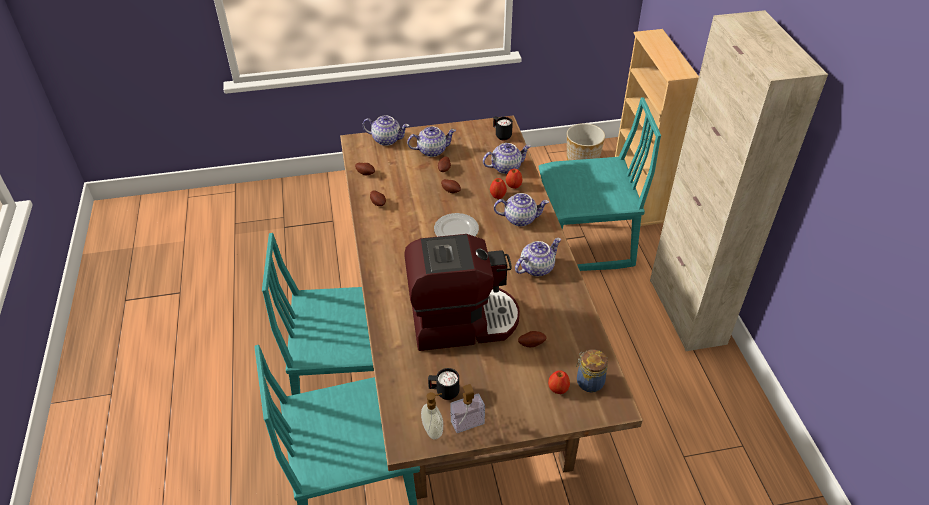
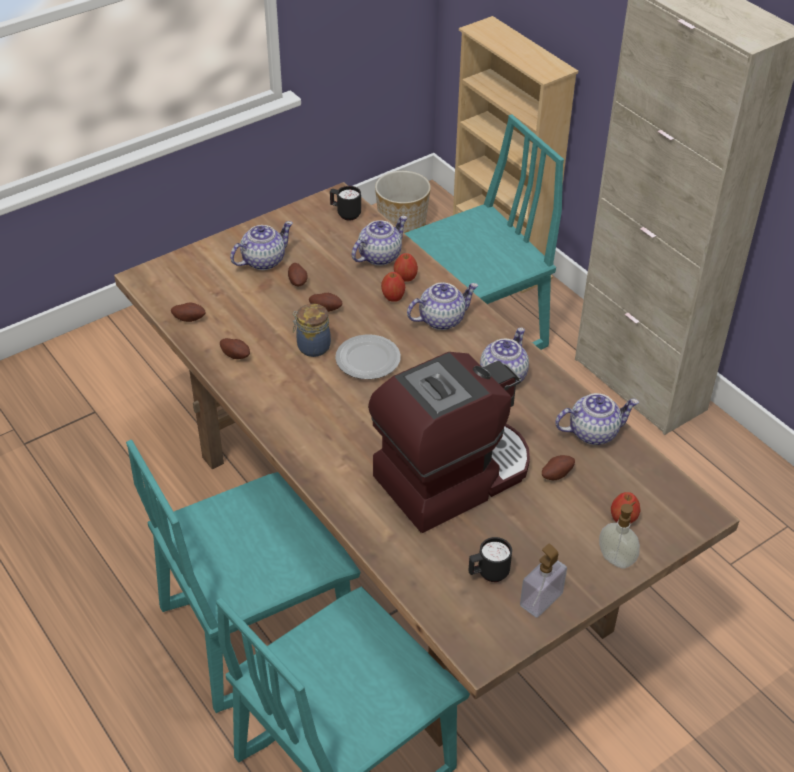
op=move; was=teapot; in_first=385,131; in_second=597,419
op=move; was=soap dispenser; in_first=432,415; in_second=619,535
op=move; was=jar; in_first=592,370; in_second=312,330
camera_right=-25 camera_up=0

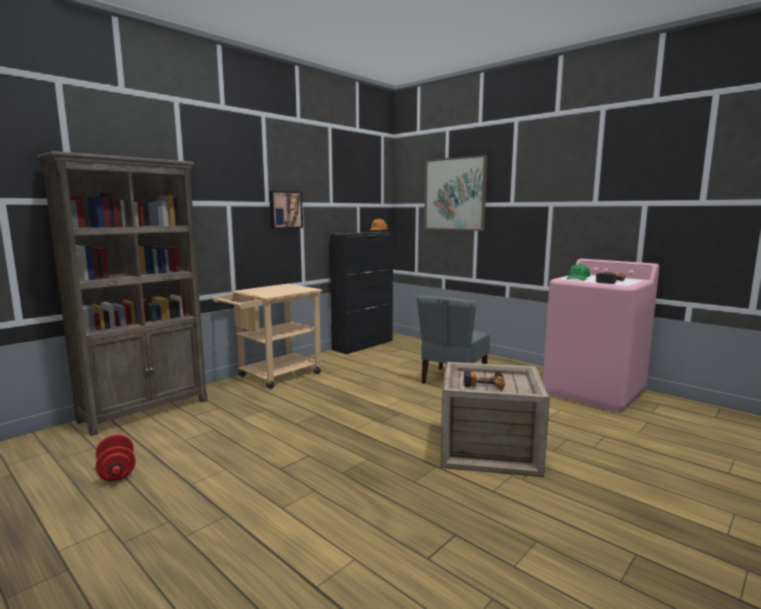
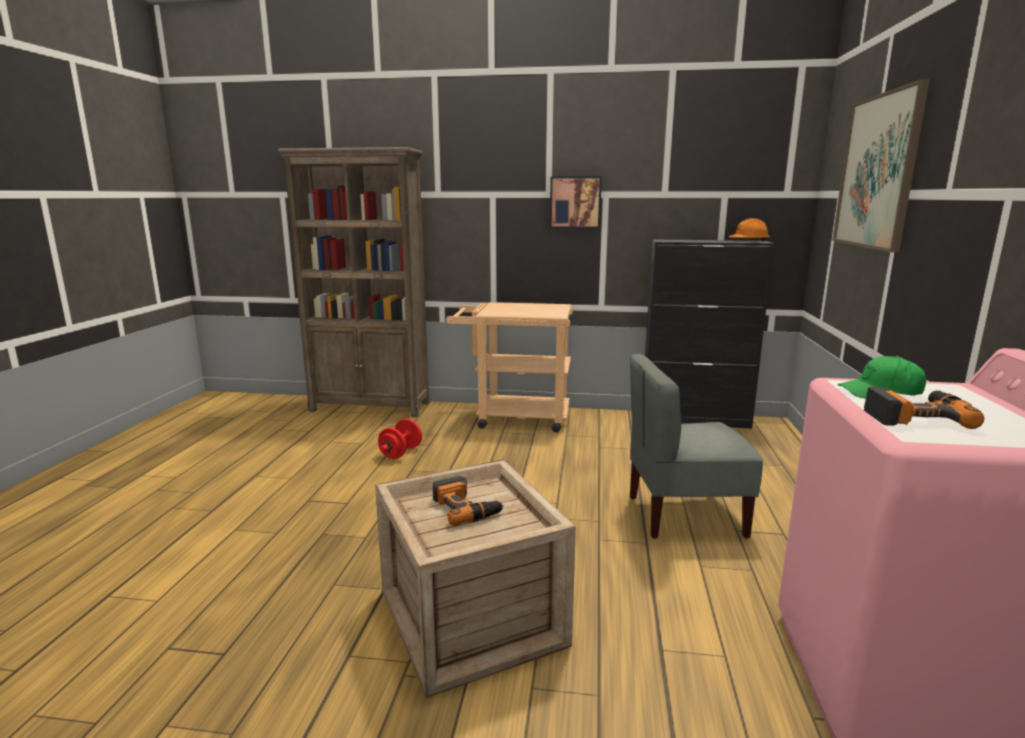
op=move; was=red dumbbell; in_first=116,457; in_second=400,438
camera_right=55 camera_up=5

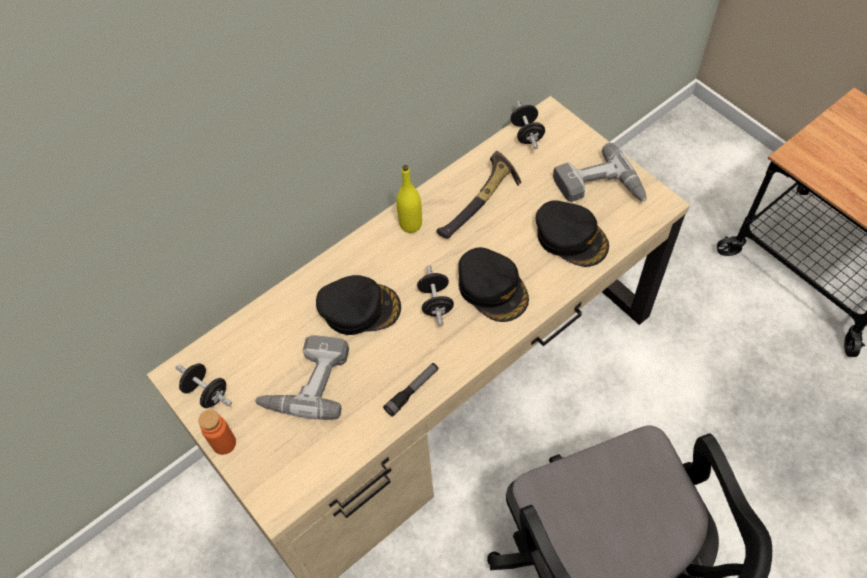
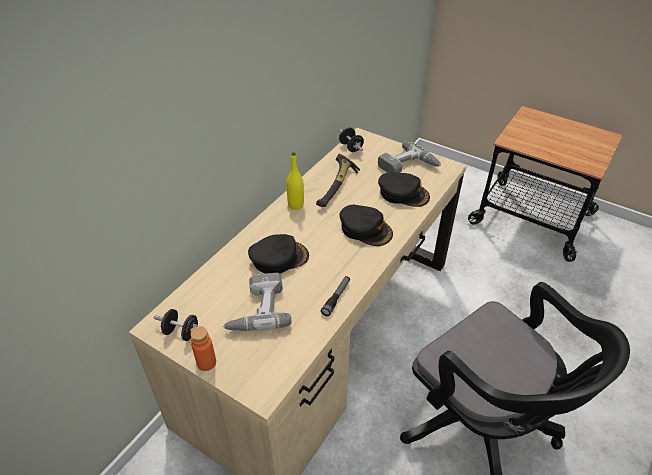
op=delete; was=black dumbbell; in_first=435,295
camera_right=-20 camera_up=-15

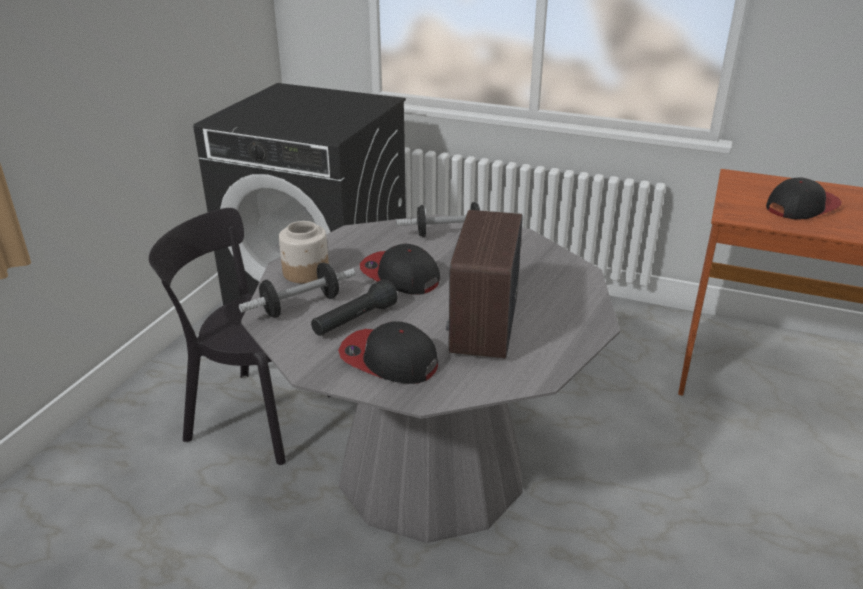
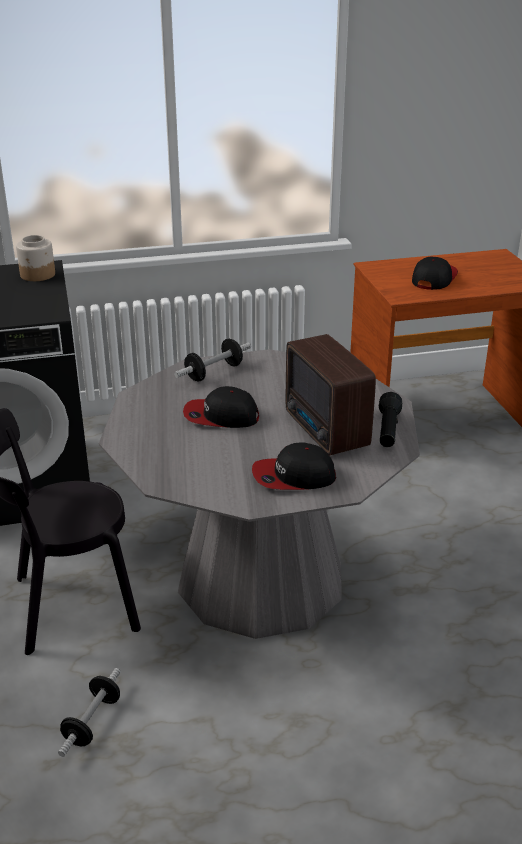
op=move; was=dumbbell; in_first=297,290; in_second=89,712
op=move; was=jar; in_first=304,252; in_second=35,258
op=move; was=black flashlight; in_first=354,307; in_second=390,419
camera_right=-35 camera_up=0

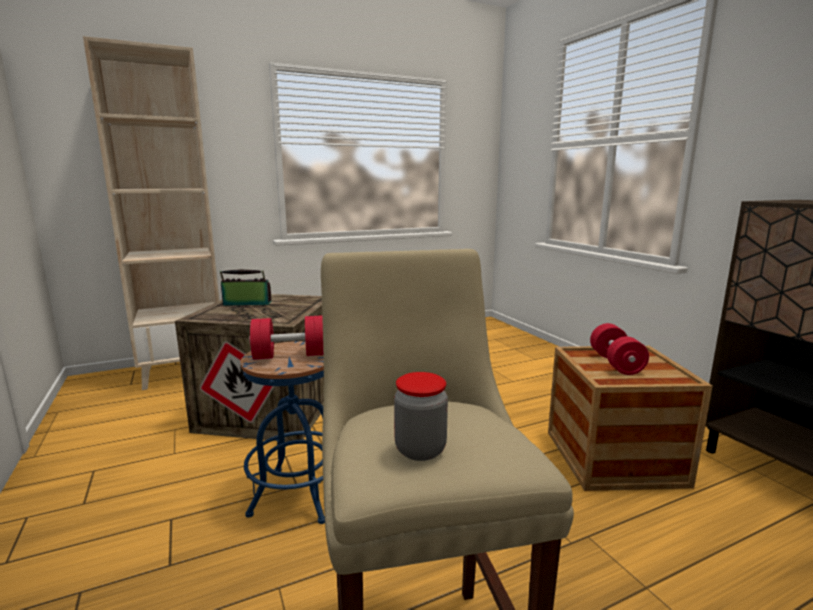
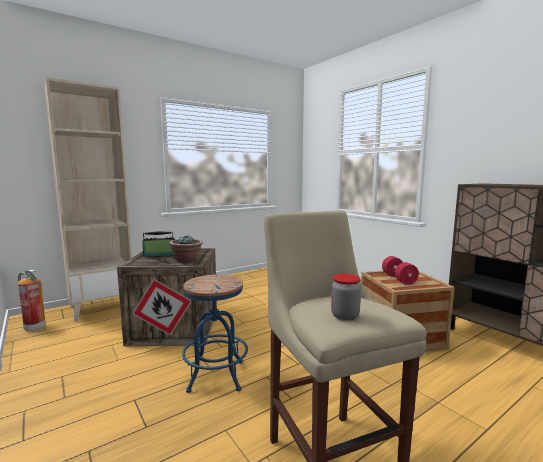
op=delete; was=red dumbbell; in_first=286,337
op=insert; now=fire extinguisher; in_second=32,300
op=insert; now=potted plant; in_second=186,250
camera_right=-10 camera_up=-5

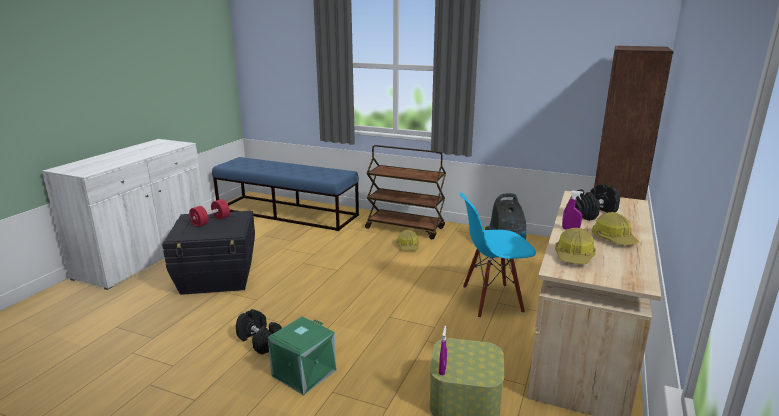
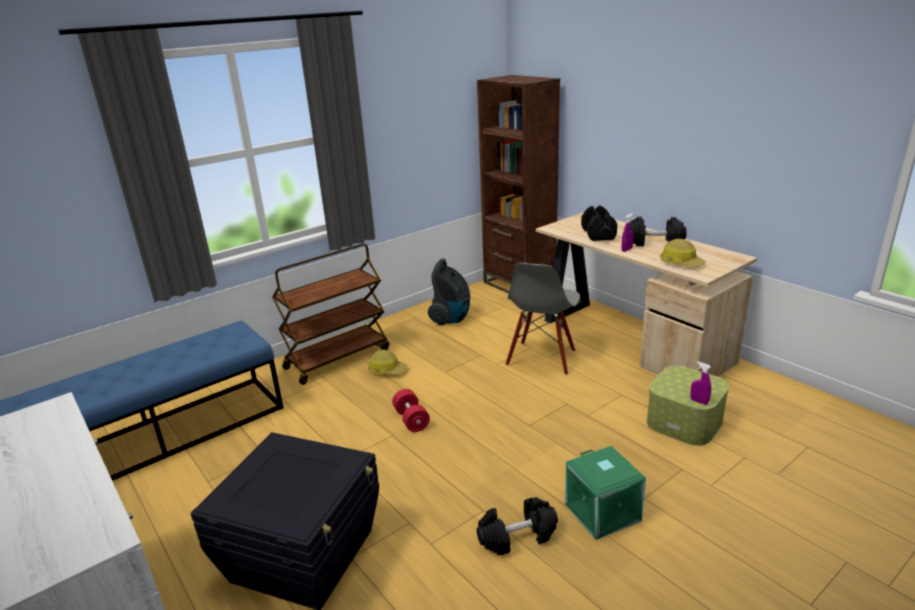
op=move; was=red dumbbell; in_first=209,213; in_second=411,410
op=replace; was=hard hat; now=black dumbbell; in_first=615,228; in_second=658,231
op=recolor; was=blue chair; now=grey chair; in_first=498,255; in_second=543,319
camera_right=-60 camera_up=5

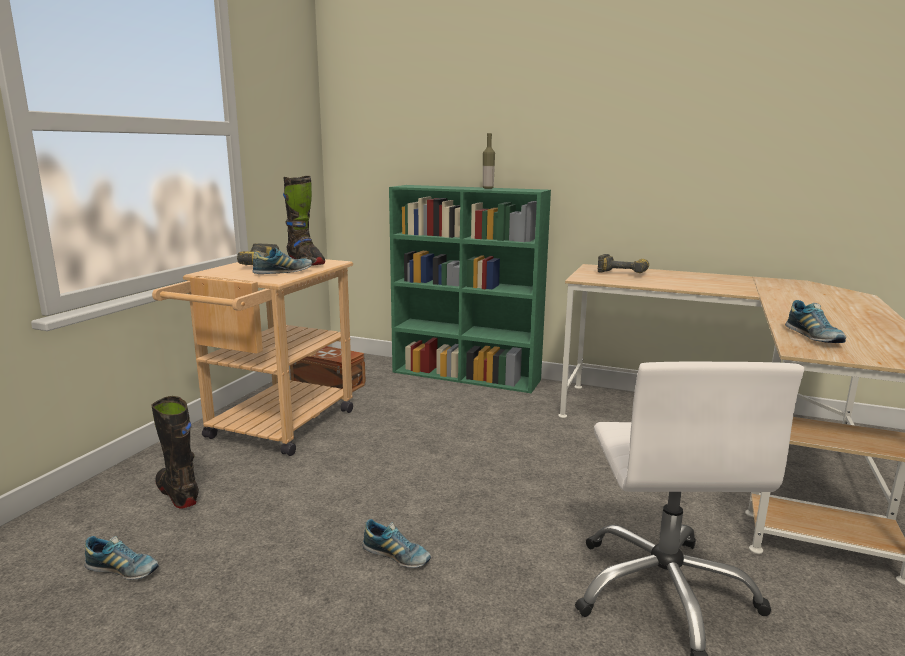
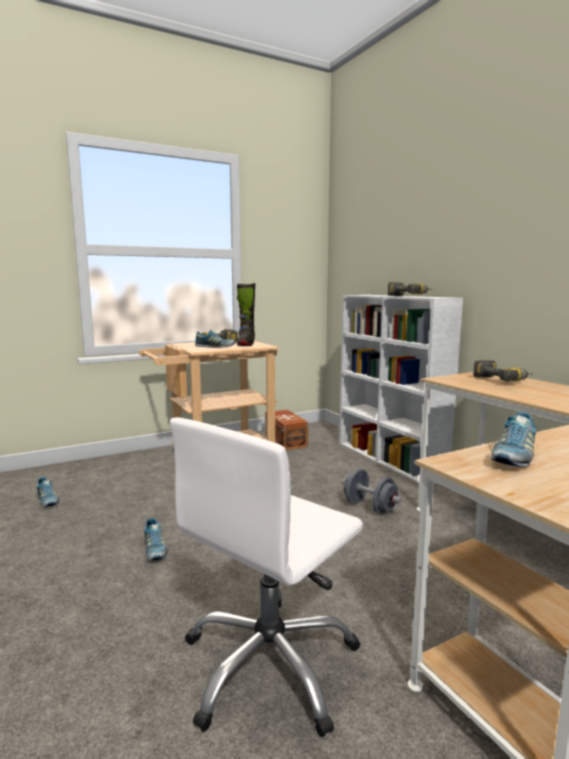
op=delete; was=black boot; in_first=175,452
op=insert; now=grey dumbbell; in_second=372,491
op=replace; was=bottle; now=power drill; in_first=489,161; in_second=409,289
op=recolor; was=green bookcase; now=white bookcase; in_first=470,289; in_second=401,389
camera_right=40 camera_up=-5

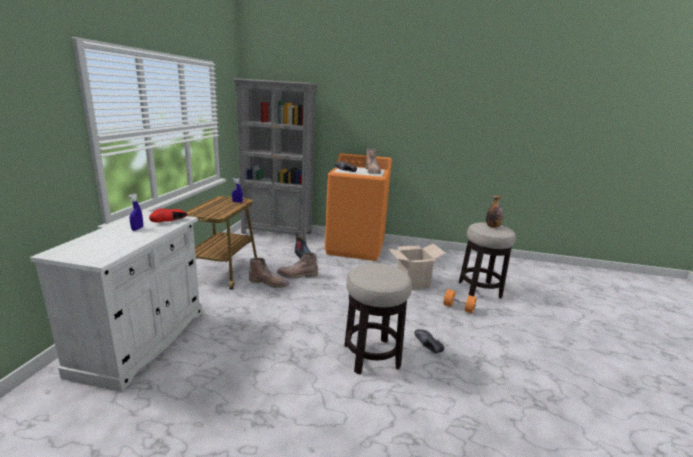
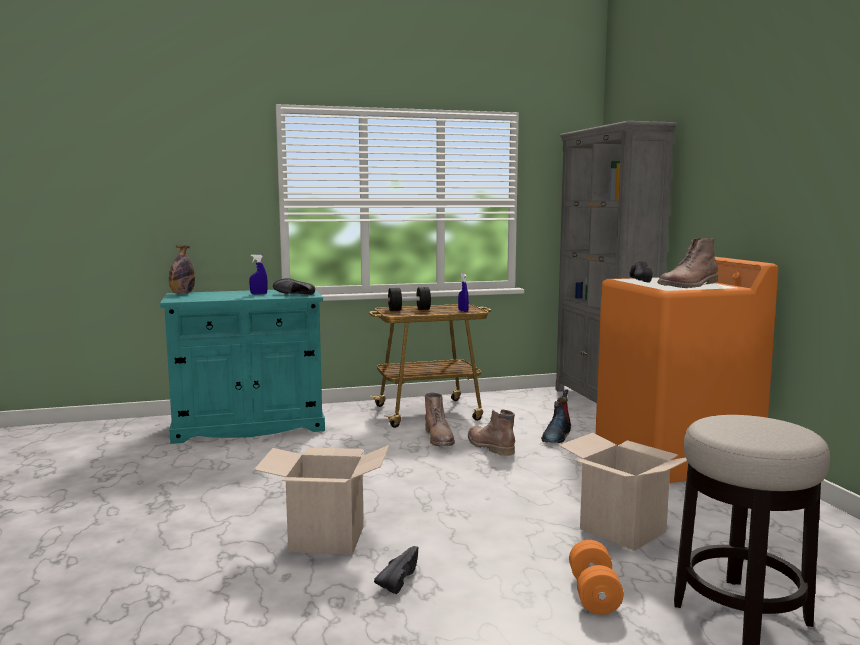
op=insert; now=black dumbbell; in_second=409,299
op=move; was=bottle; in_first=494,212; in_second=182,269
op=replace; was=stool; now=cardboard box; in_first=378,318; in_second=322,500
op=recolor; was=white cabinet; now=turquoise cabinet; in_first=116,301; in_second=242,366
op=recolor; was=red shoe; now=black shoe; in_first=168,215; in_second=294,286
camera_right=65 camera_up=-10

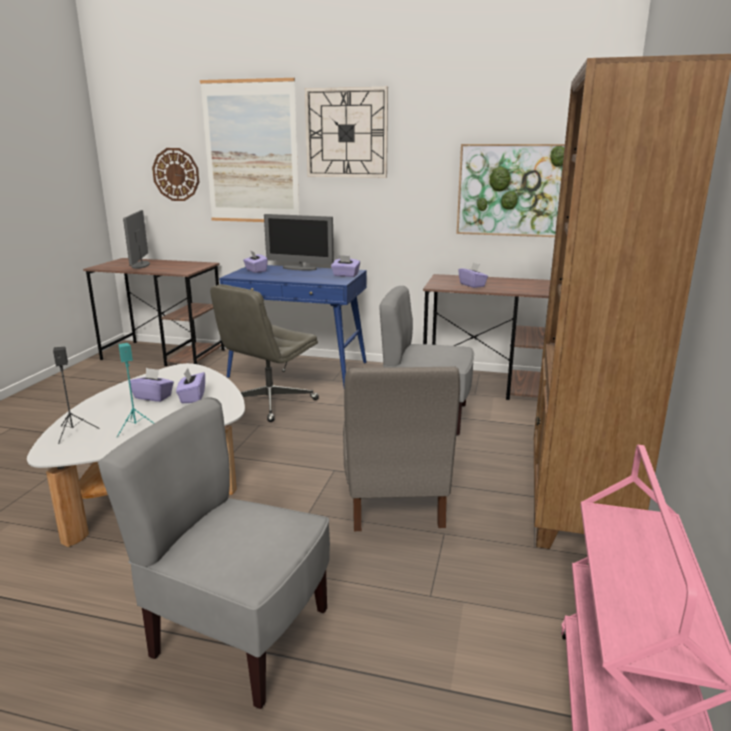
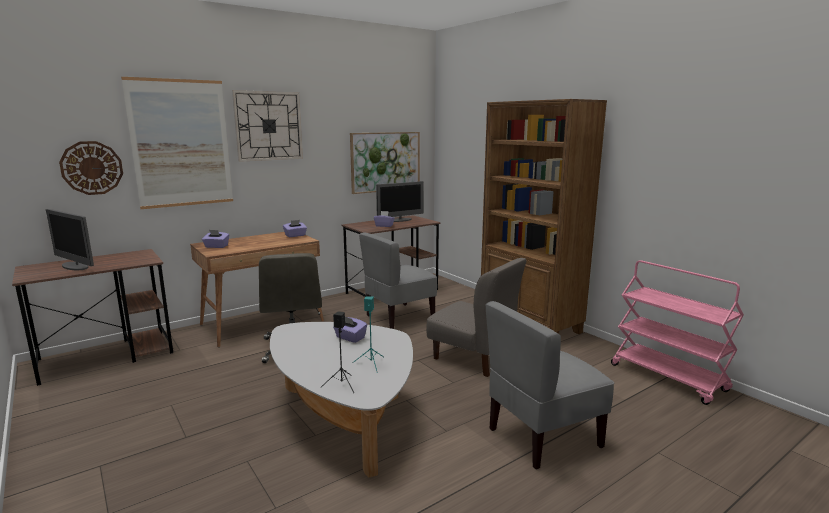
op=delete; was=purple tissue box; in_first=152,385
op=move; was=monitor; in_first=299,242; in_second=400,201
op=recolor; was=blue desk; now=brown desk; in_first=292,325; in_second=257,290
camera_right=-50 camera_up=-5

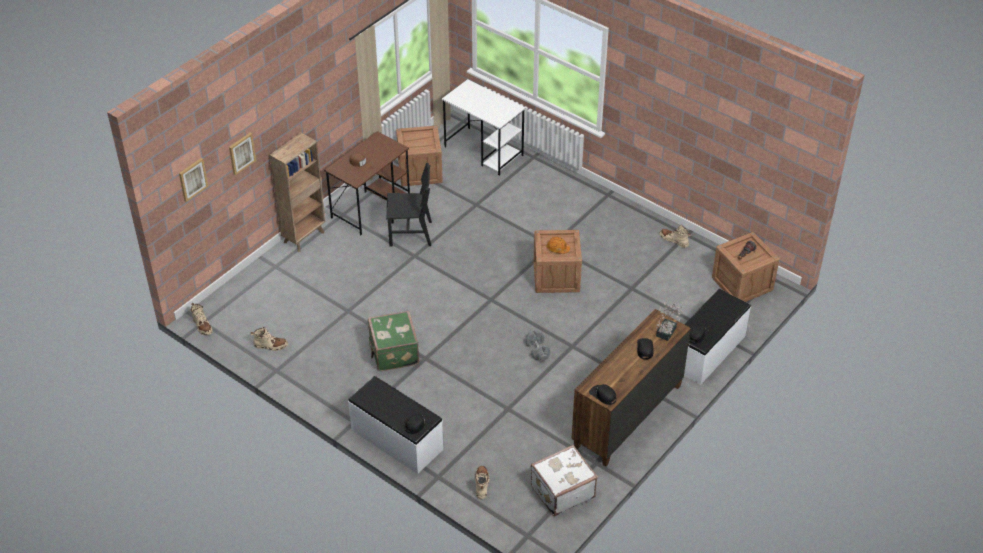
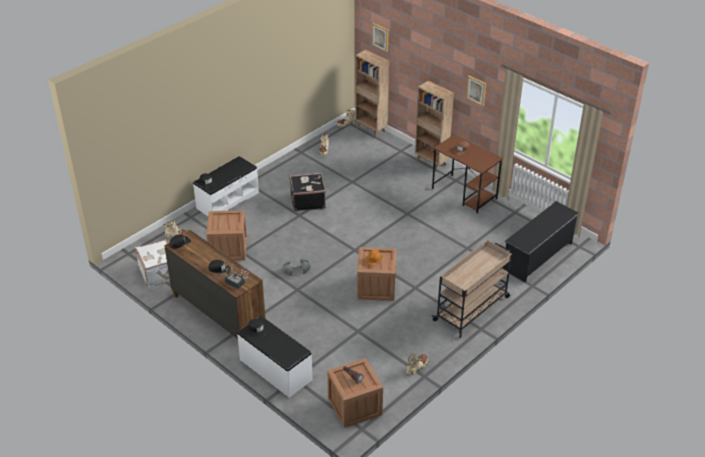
op=delete; was=black chair; in_first=409,205
op=insert; now=brown bookcase; in_second=372,94
op=insert; now=beige cart; in_second=472,289
op=move; was=picture; in_first=242,154; in_second=476,91
op=move; was=crate; in_first=419,156; in_second=226,235
op=replace; was=white desk; now=black shoe rack; in_first=484,127; in_second=541,242
op=recolor; was=green suitcase; now=black suitcase; in_first=393,341; in_second=308,192
camera_right=95 camera_up=-5

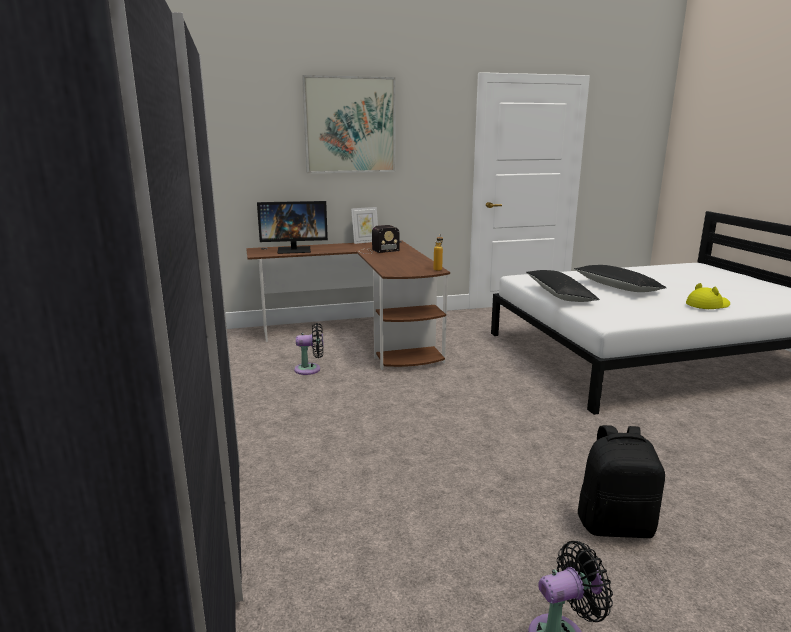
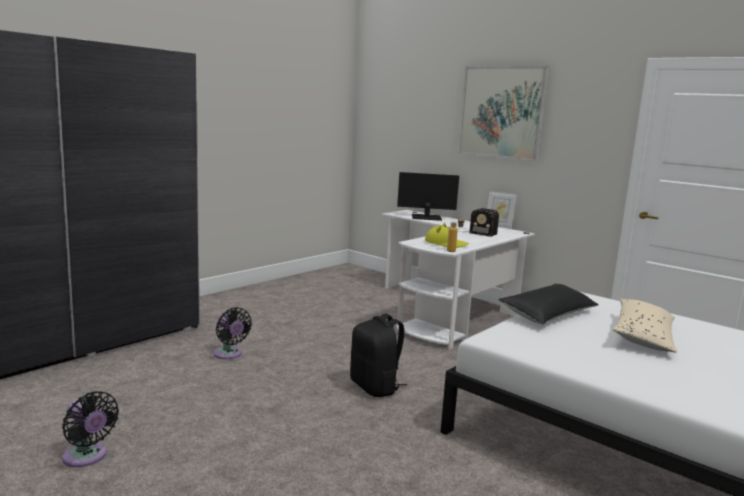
op=move; was=black fan; in_first=308,349; in_second=233,333
op=move; was=black backpack; in_first=621,481; in_second=378,355
op=move; was=yellow hat; in_first=708,296; in_second=447,235
op=recolor; was=brown desk; now=white desk; in_first=348,305; in_second=458,279
op=recolor; was=black pillow; now=beige pillow; in_first=620,278; in_second=645,326
op=rotate; was=monitor; in_first=292,227; in_second=428,196; clockwise=135
camera_right=55 camera_up=-5

